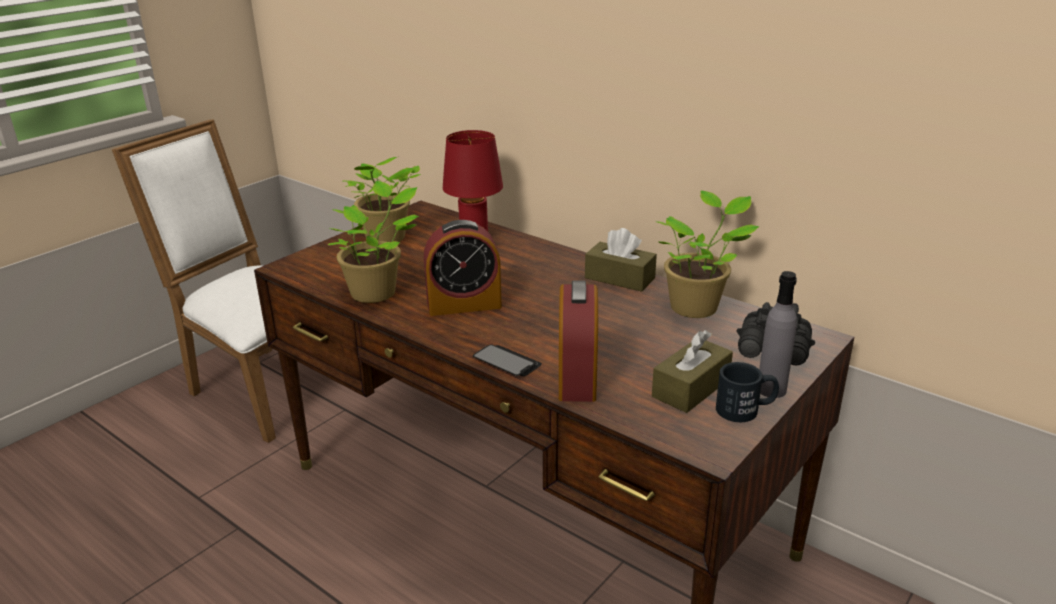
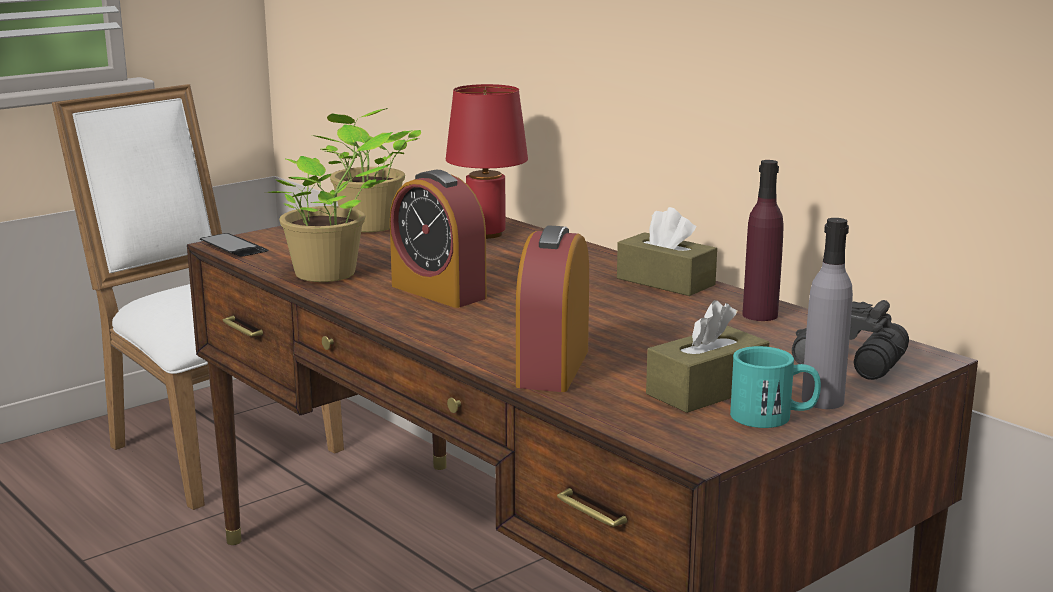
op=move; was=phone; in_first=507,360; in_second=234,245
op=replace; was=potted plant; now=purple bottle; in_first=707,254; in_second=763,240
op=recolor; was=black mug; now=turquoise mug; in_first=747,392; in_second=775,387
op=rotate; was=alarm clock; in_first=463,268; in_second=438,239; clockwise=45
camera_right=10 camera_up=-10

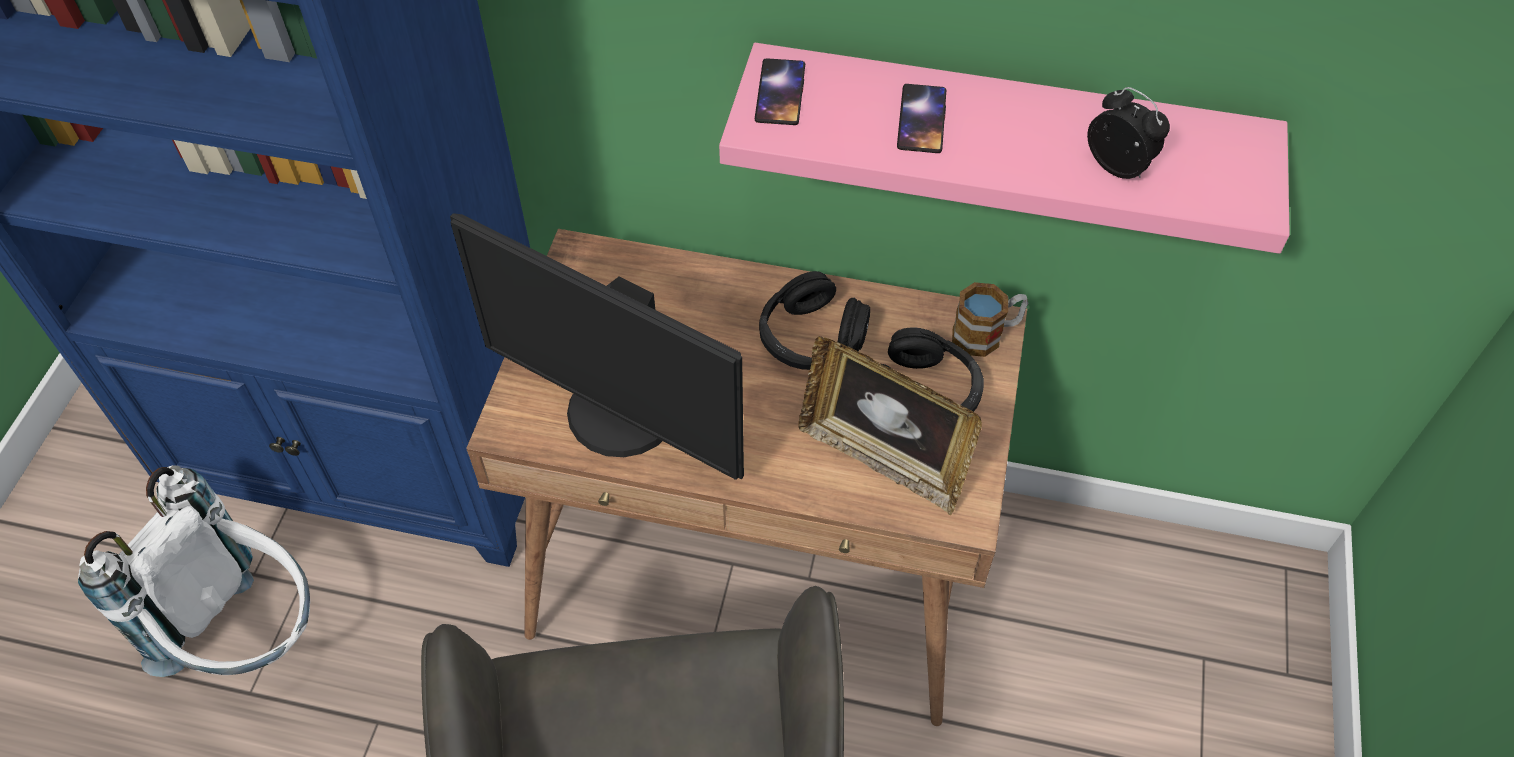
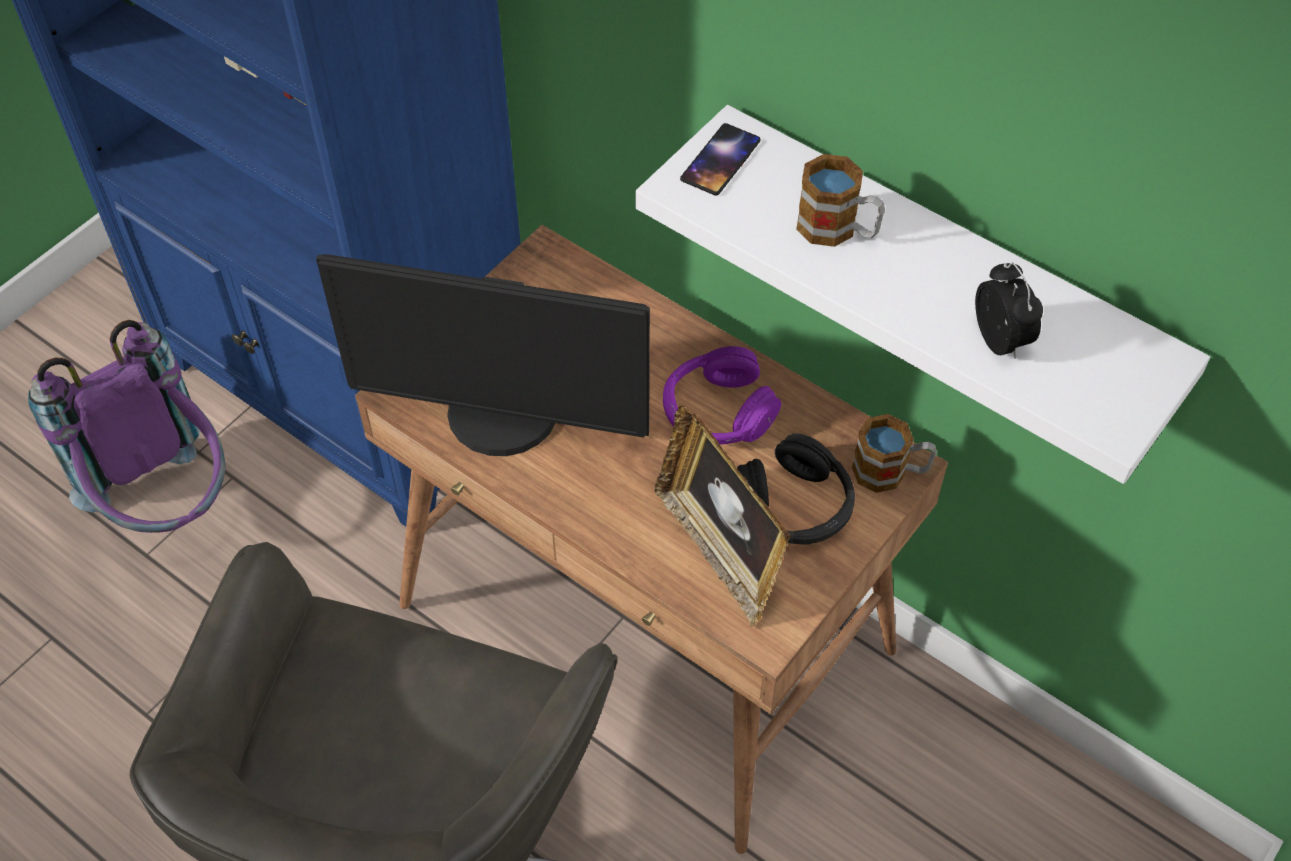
op=replace; was=phone; now=mug; in_first=921,118; in_second=840,200
op=recolor; was=white backpack; now=purple backpack; in_first=194,571; in_second=126,426
op=recolor; was=pink shelf; now=white shelf; in_first=1004,148; in_second=922,294
op=recolor; was=black headphones; now=purple headphones; in_first=814,320; in_second=722,395
op=rotate; was=monitor; in_first=597,346; in_second=483,355; clockwise=-45
camera_right=25 camera_up=0

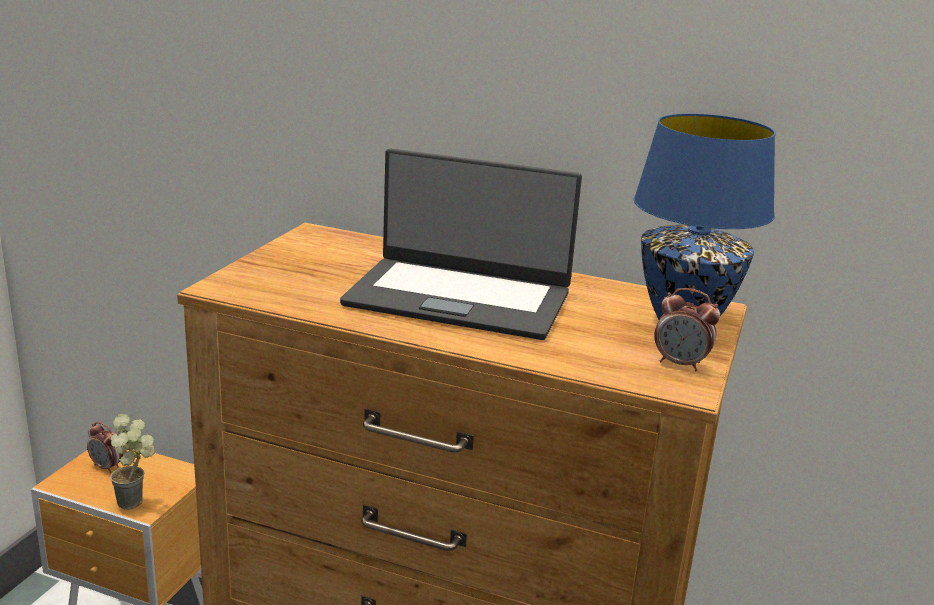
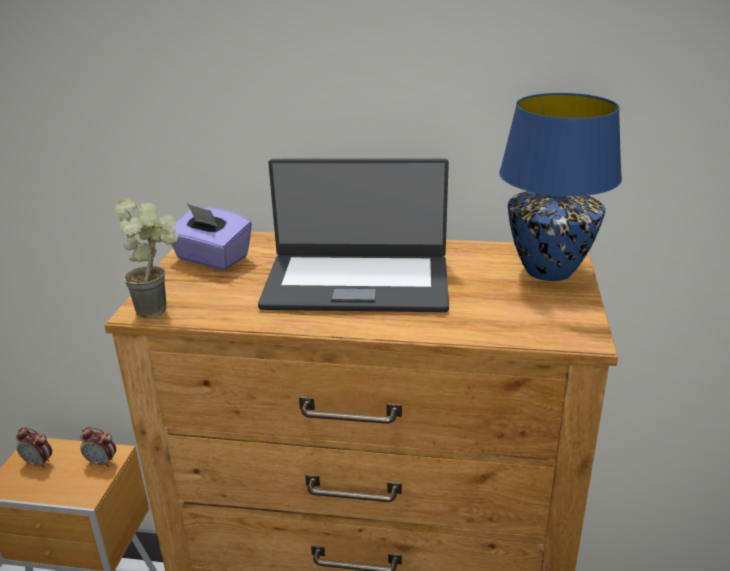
op=insert; now=purple tissue box; in_second=211,237
op=move; was=potted plant; in_first=132,462; in_second=146,258
op=move; was=alarm clock; in_first=687,329; in_second=98,447
camera_right=-10 camera_up=5

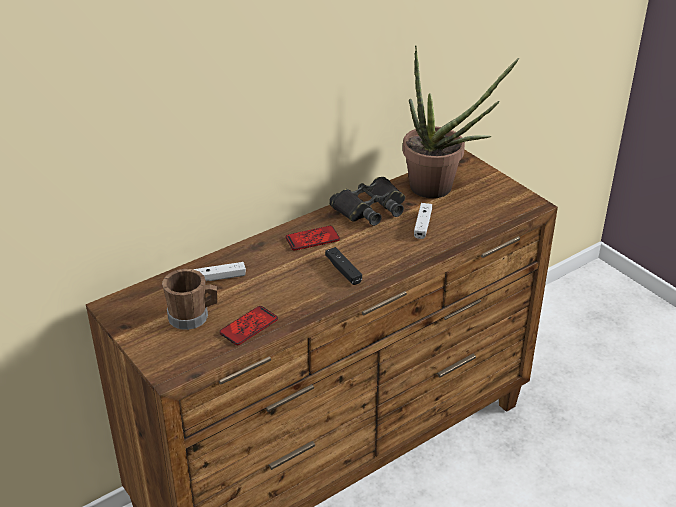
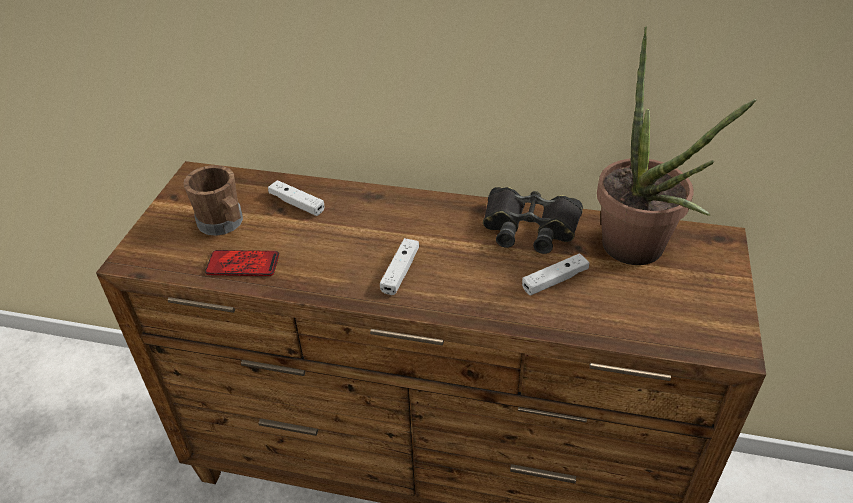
op=delete; was=phone; in_first=313,238
op=recolor; was=black game controller; now=white game controller; in_first=343,266; in_second=399,266
camera_right=50 camera_up=5

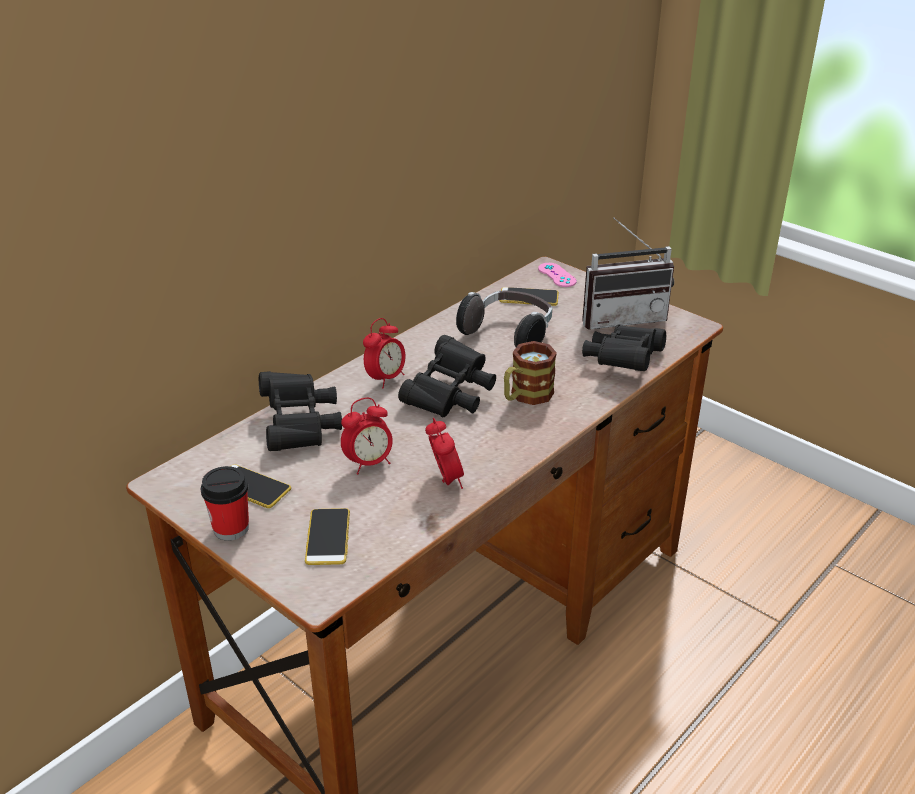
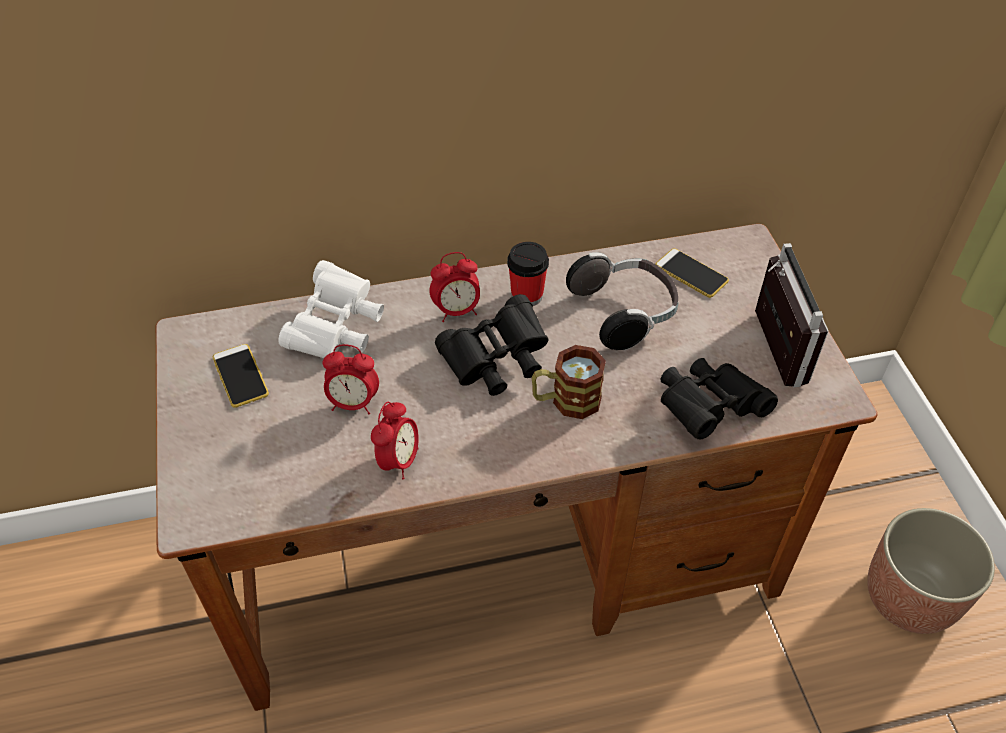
op=delete; was=phone; in_first=327,536
op=delete; was=pink game controller; in_first=557,275
op=insert; now=planter; in_second=931,571
op=move; was=cup; in_first=225,503; in_second=528,274
op=recolor; was=black binoculars; now=white binoculars; in_first=300,411; in_second=331,309
op=rotate; was=radio; in_first=628,274; in_second=792,315; clockwise=-120
camera_right=35 camera_up=15

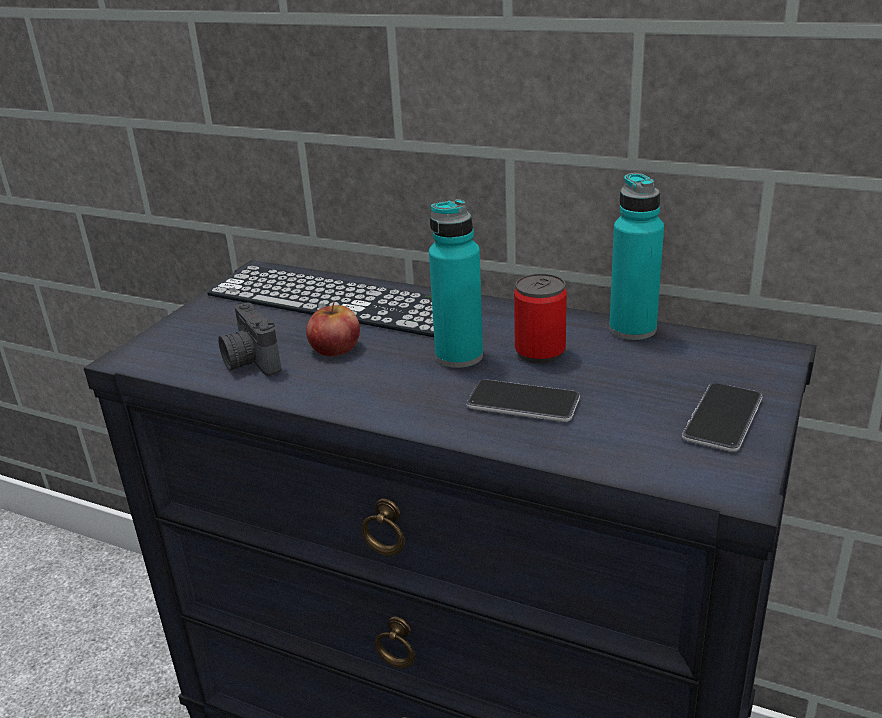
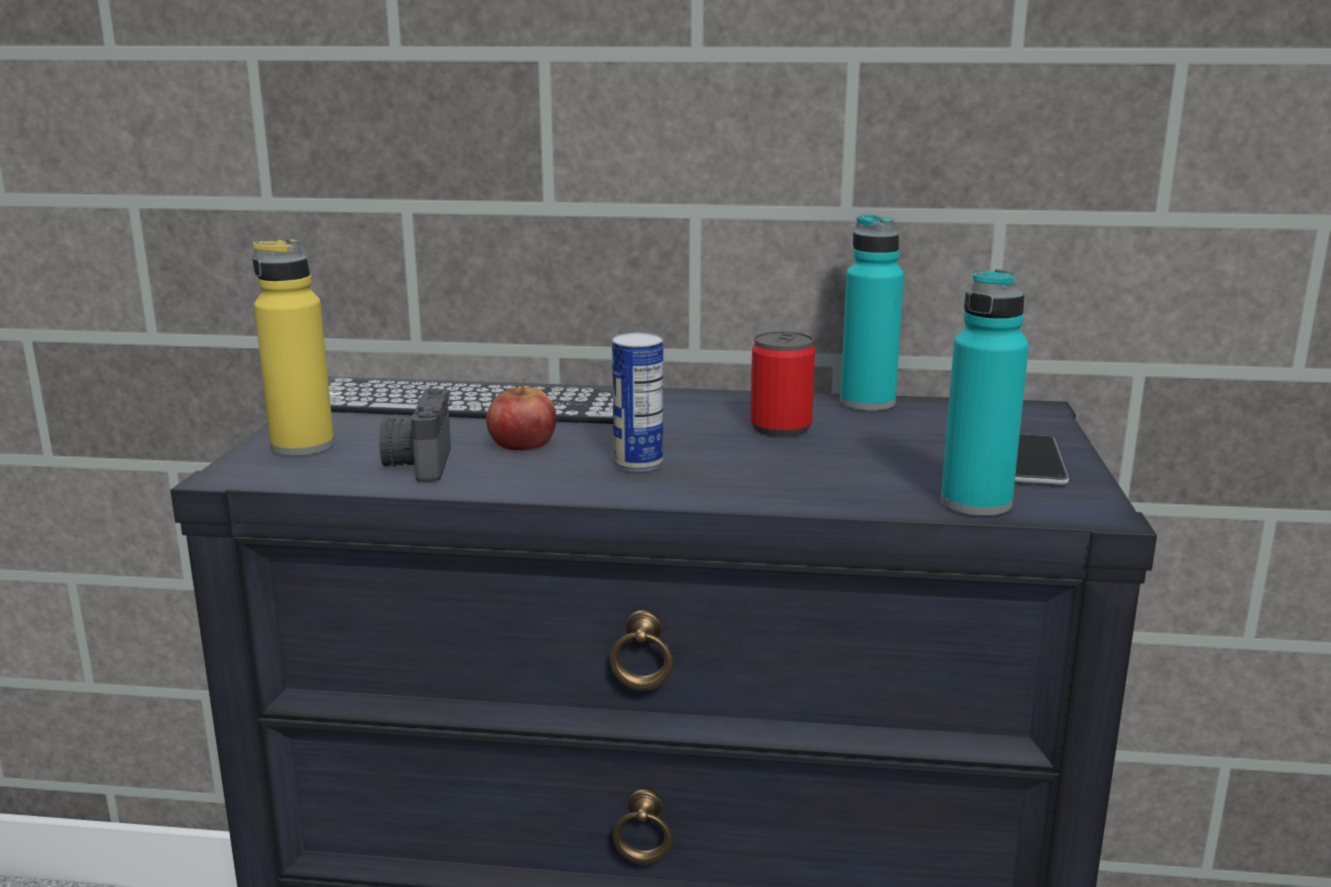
op=delete; was=phone; in_first=523,400
op=insert; now=yellow bottle; in_second=293,347
op=insert; now=can; in_second=637,402
op=move; was=turquoise bottle; in_first=456,283; in_second=985,392
op=rotate; was=photo camera; in_first=250,339; in_second=415,435; clockwise=45
camera_right=-20 camera_up=-10

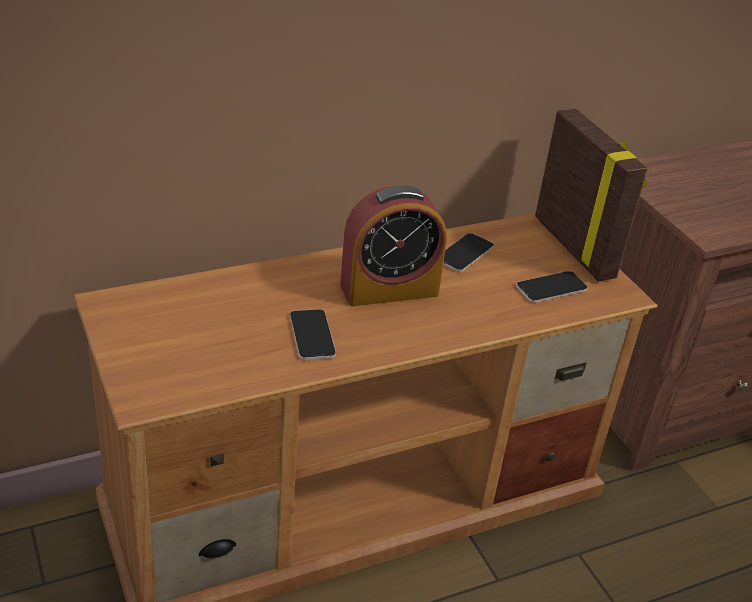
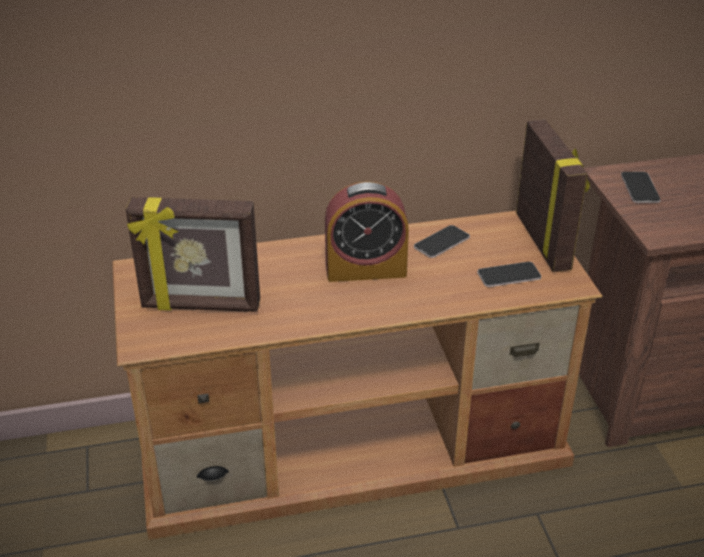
op=insert; now=picture frame; in_second=192,254
op=move; was=phone; in_first=313,334; in_second=641,187
camera_right=15 camera_up=0

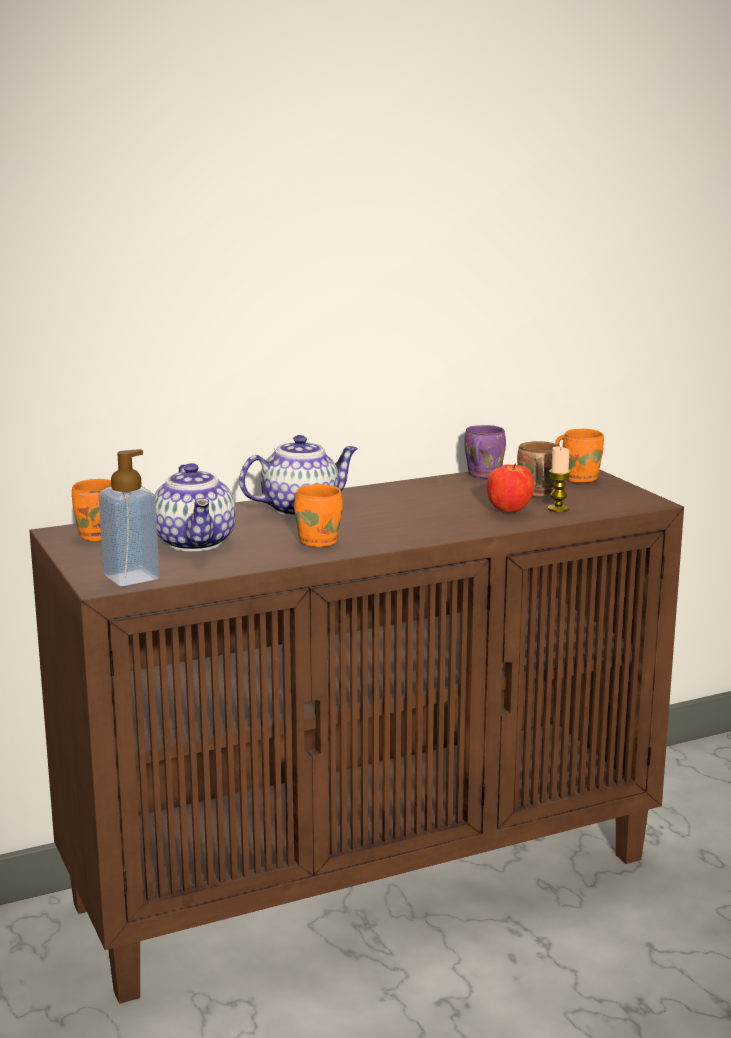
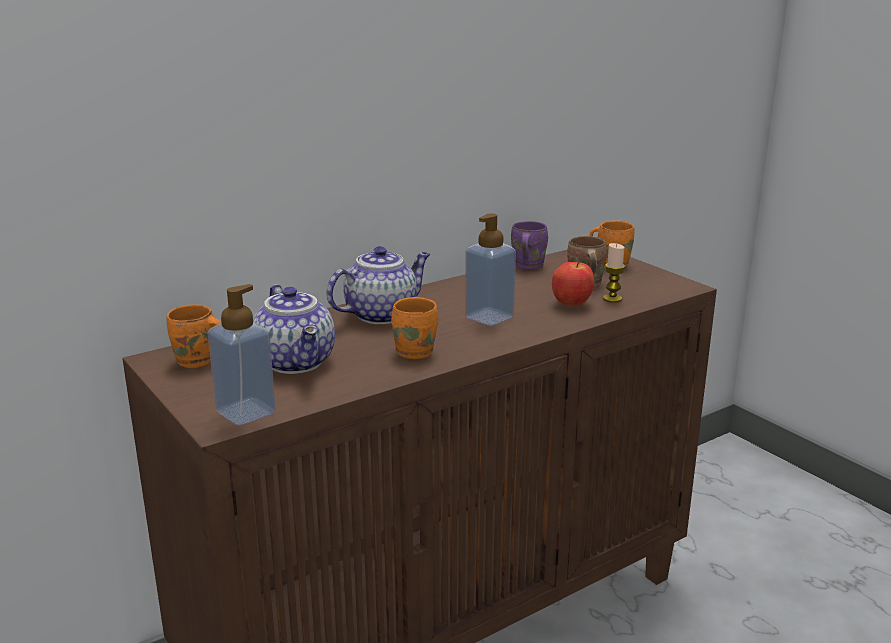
op=insert; now=soap dispenser; in_second=490,269
camera_right=-10 camera_up=5

